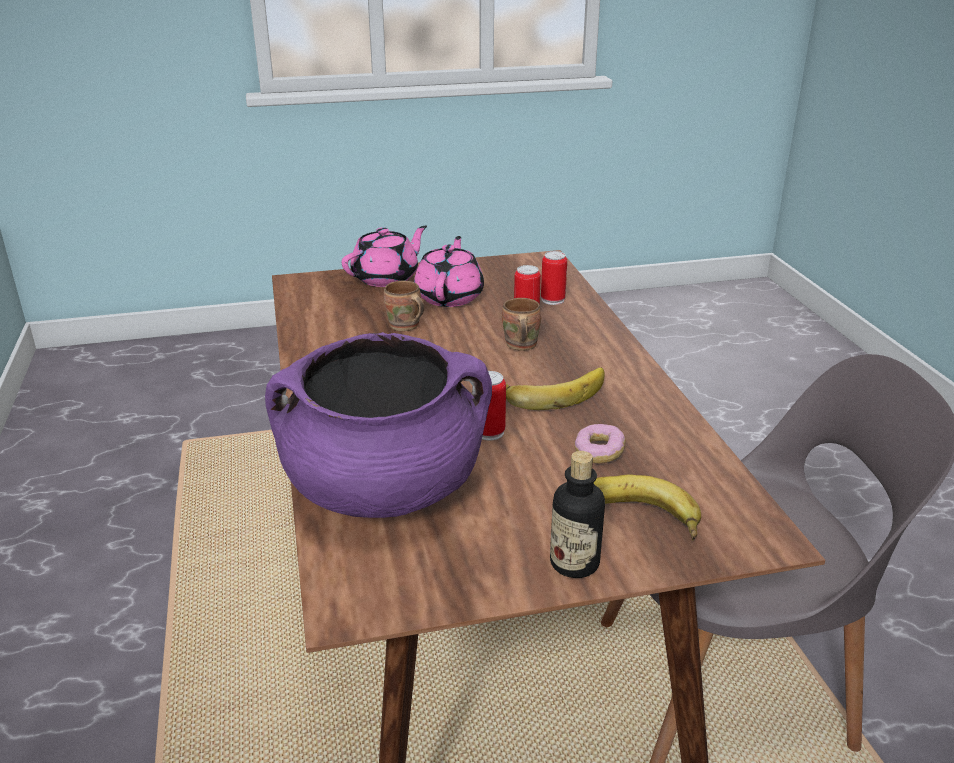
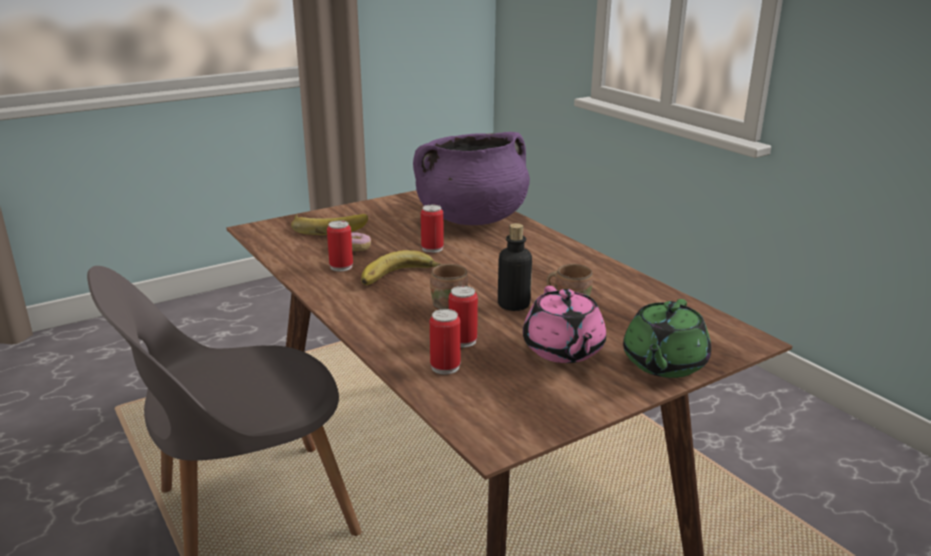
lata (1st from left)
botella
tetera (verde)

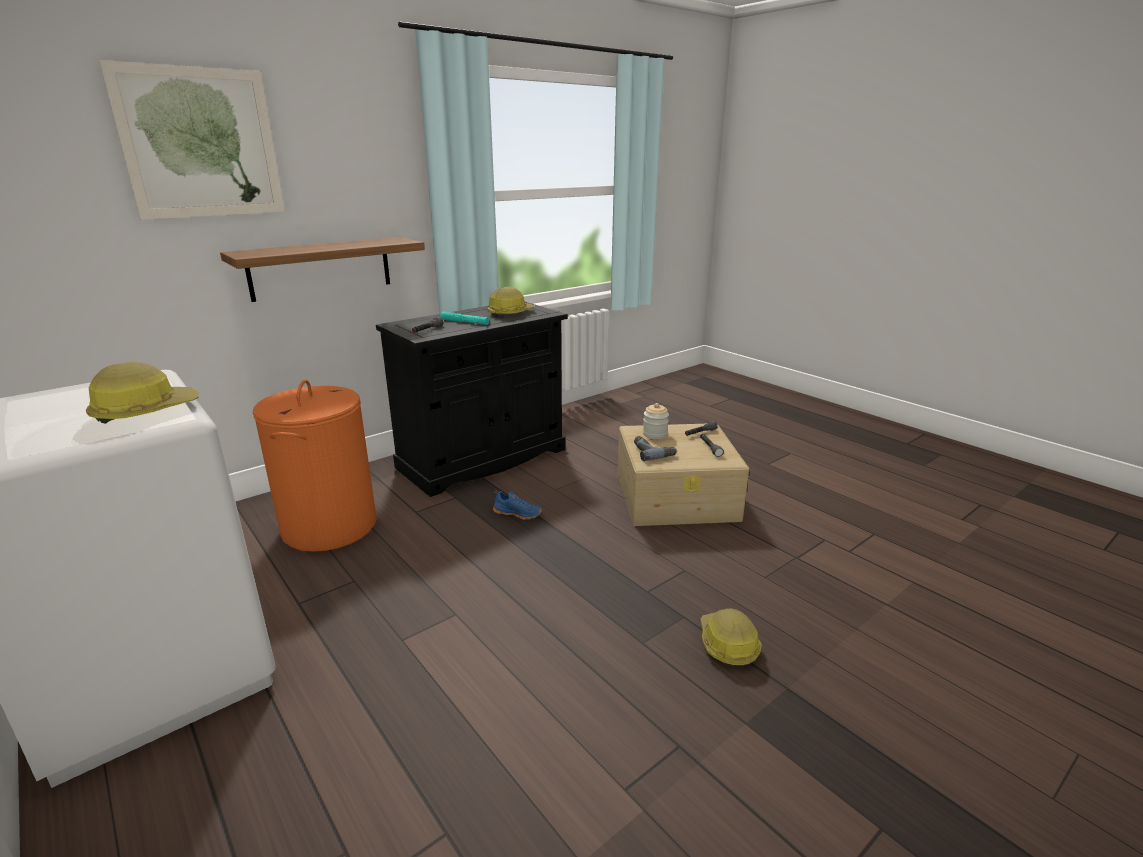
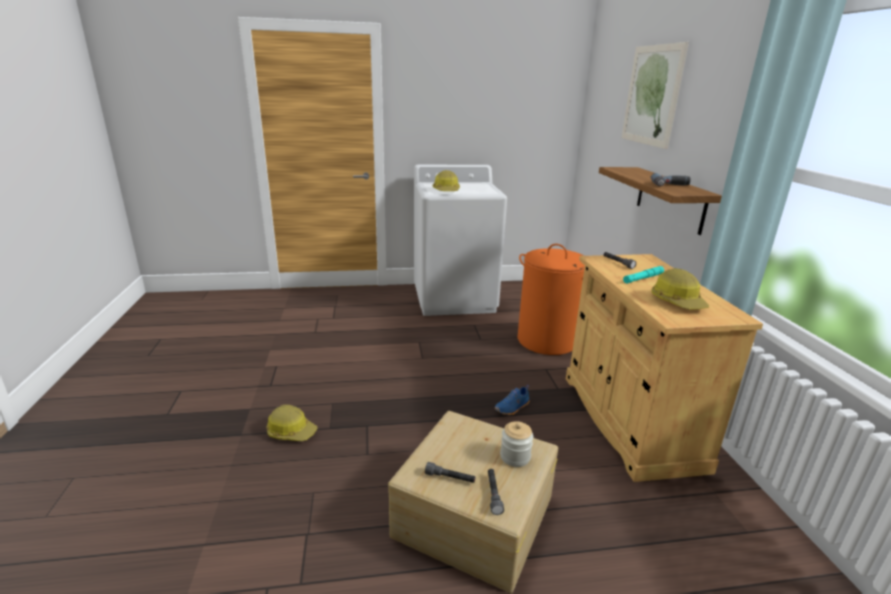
armario (beis)
taladro

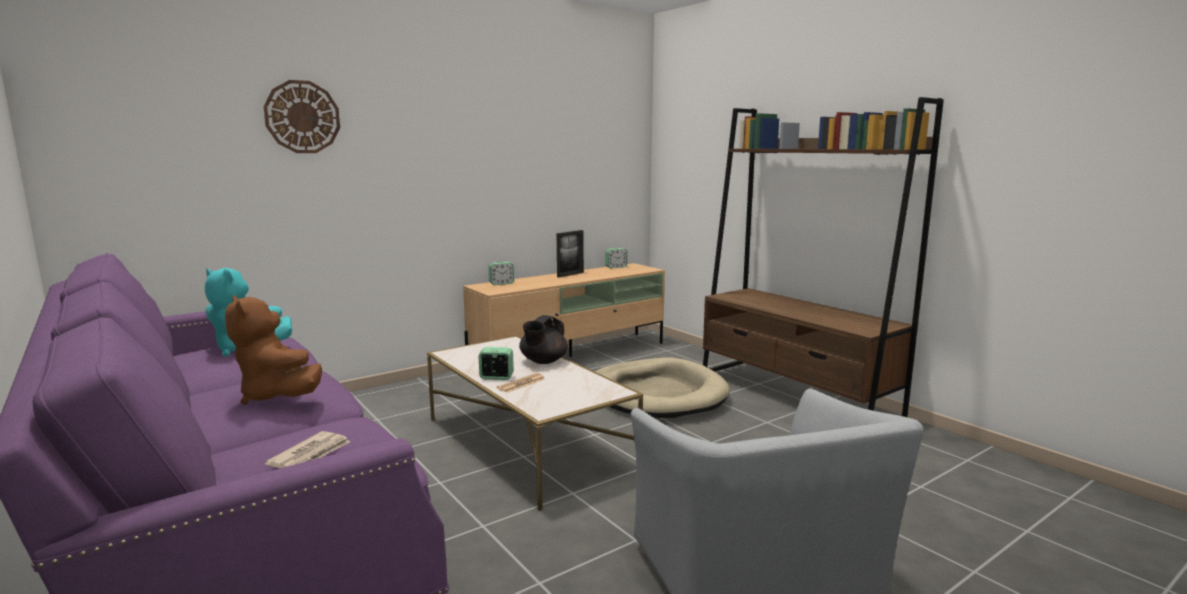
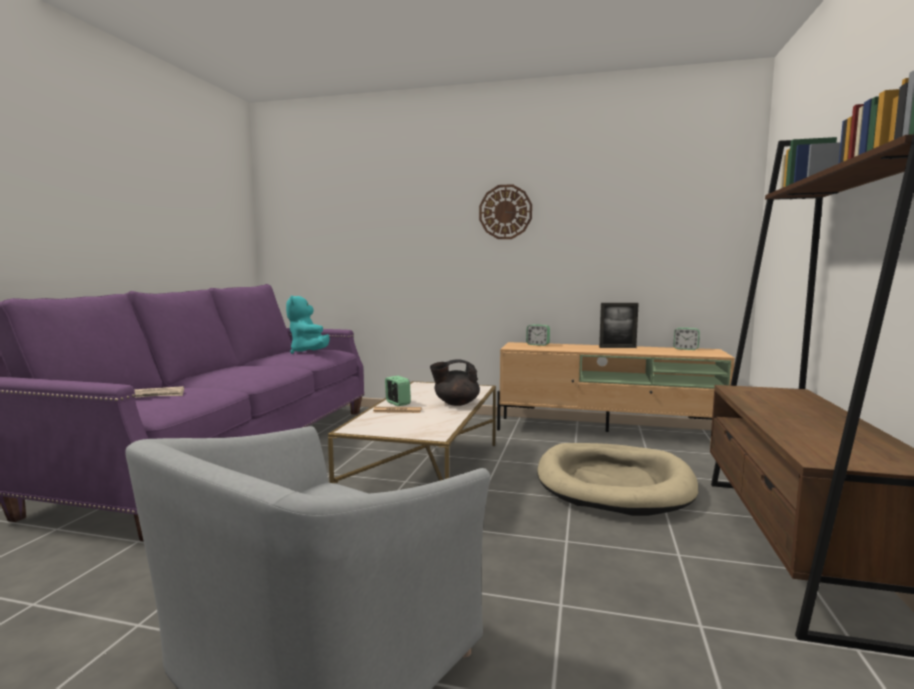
reloj de pared
peluche (marrón)

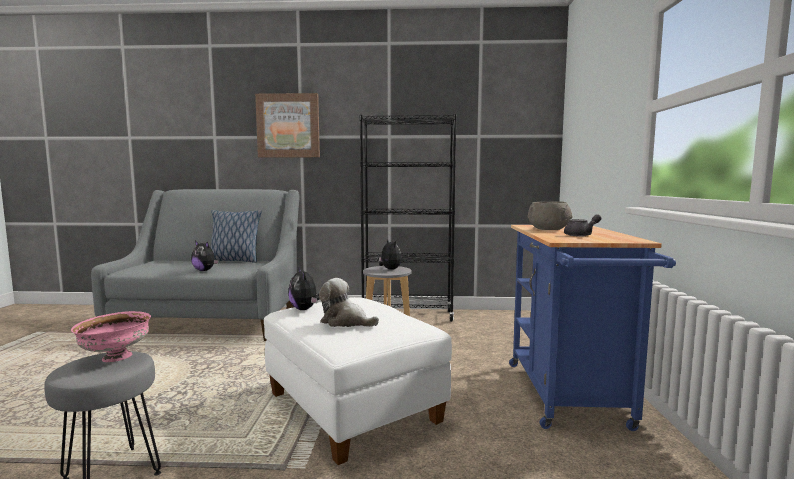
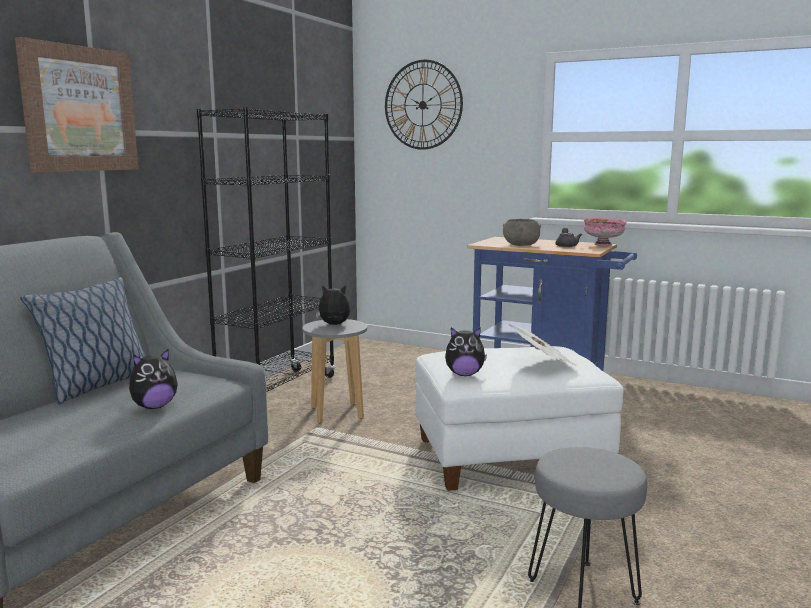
reloj de pared
periódico
cuenco (rosa)

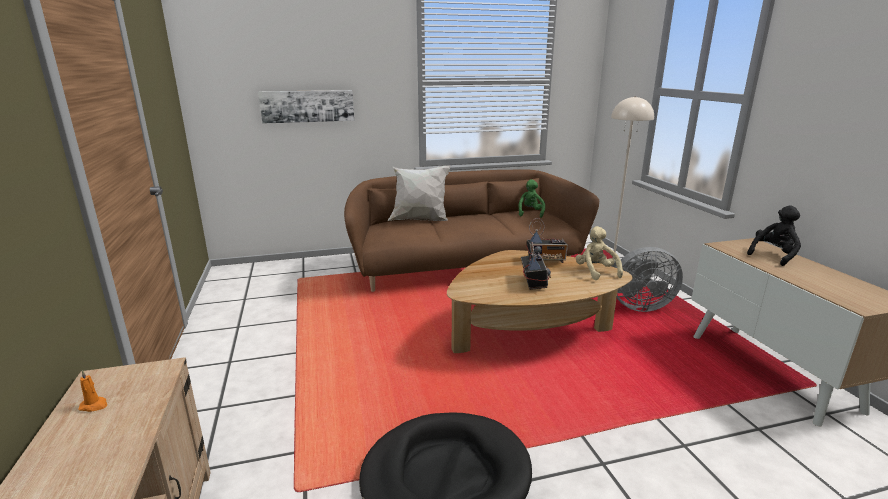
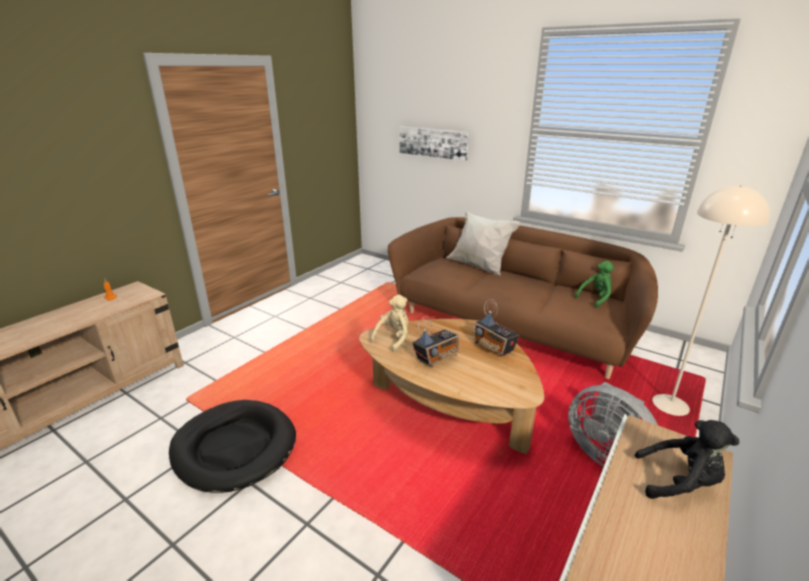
peluche (beis)

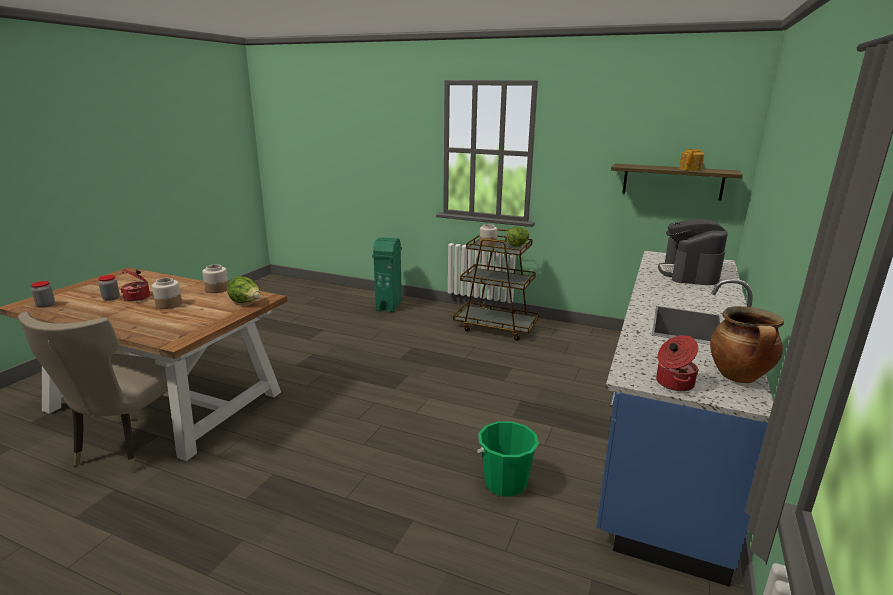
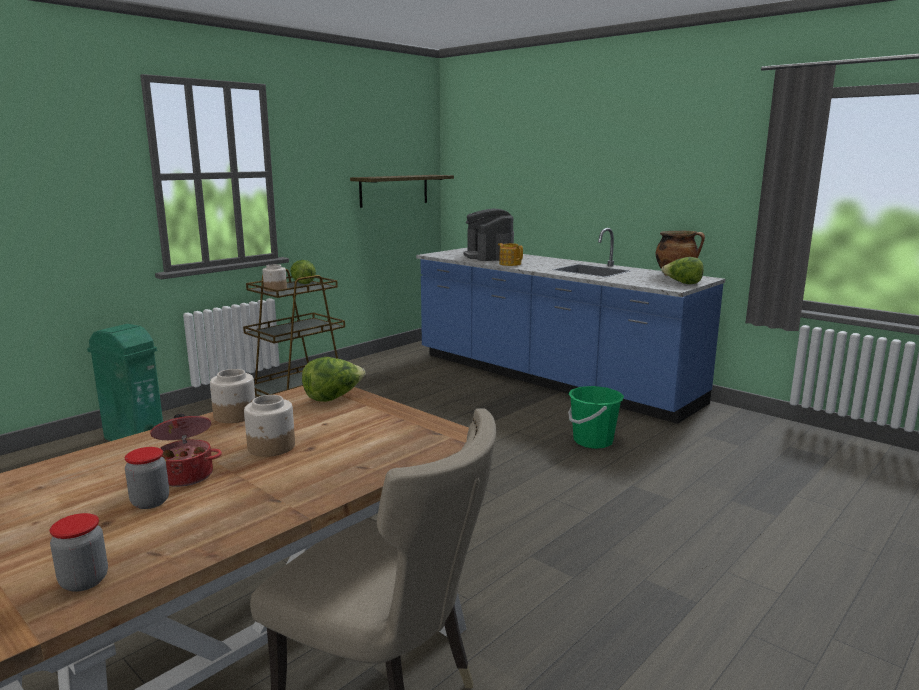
cafetera
tetera
lechuga (3rd from left)

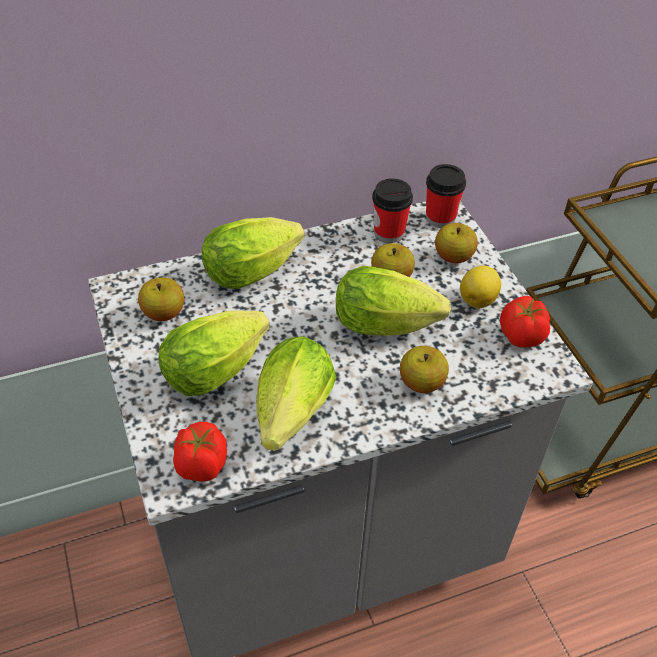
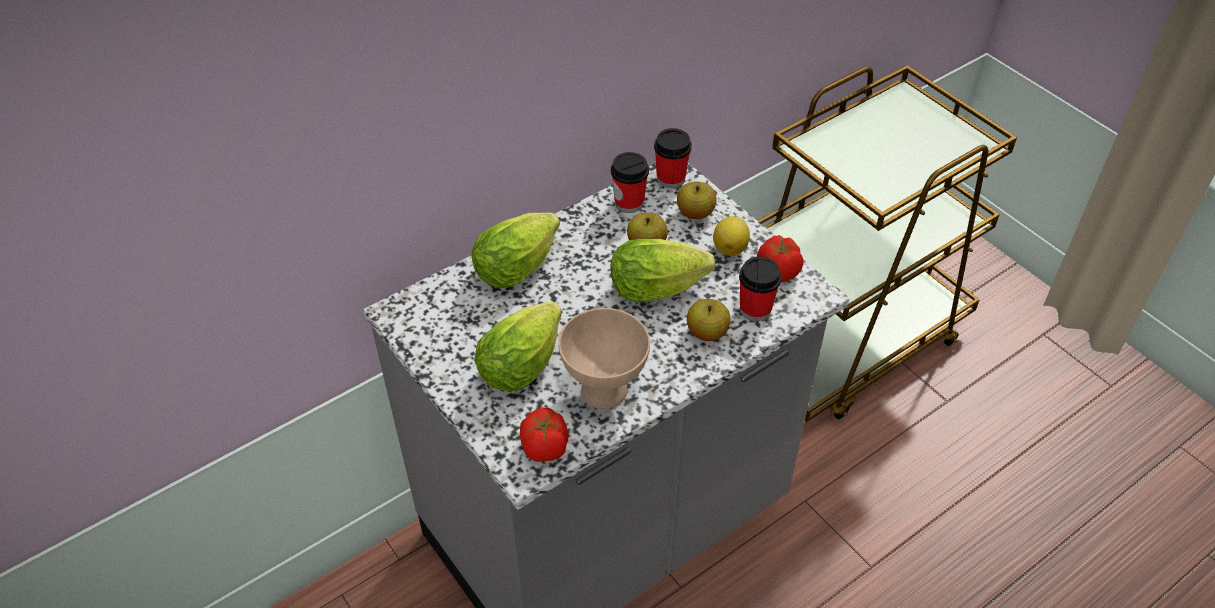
cuenco (beis)
taza (3rd from left)
manzana (1st from left in the first image)

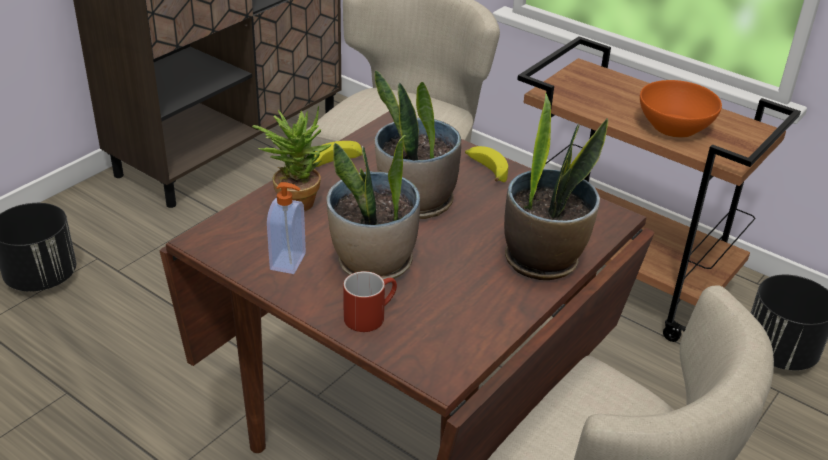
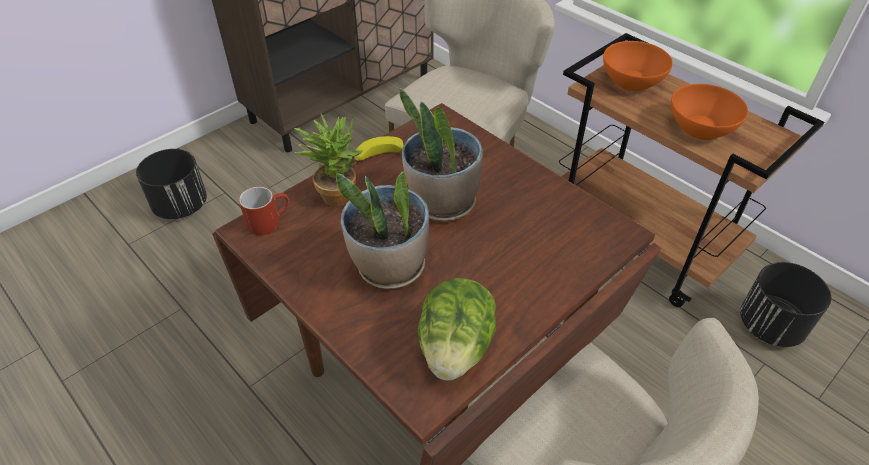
taza grande (rojo)
lechuga
cuenco (naranja) (1st from left)
dispensador de jabón
plátano (2nd from left in the first image)
planta en maceta (4th from left in the first image)

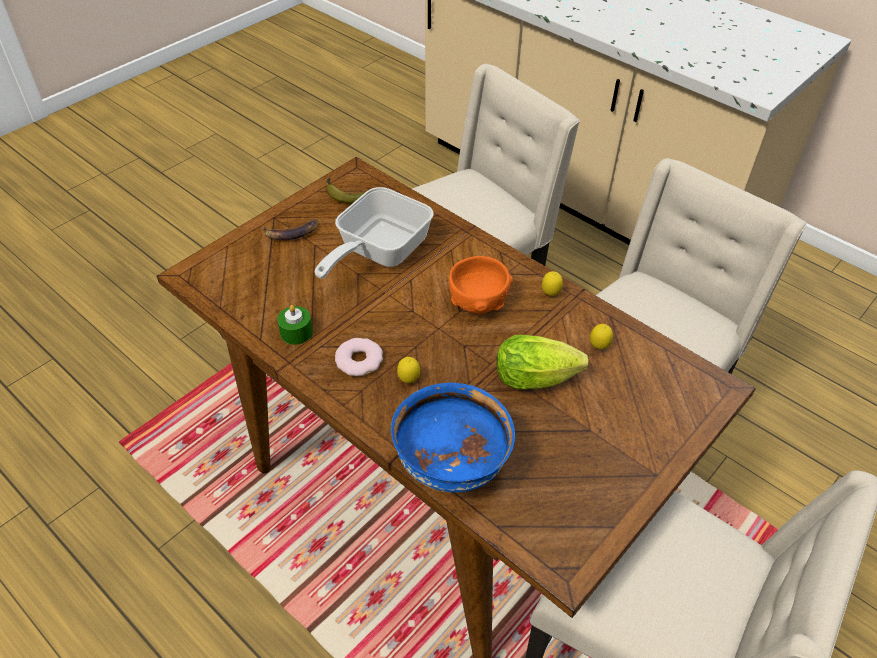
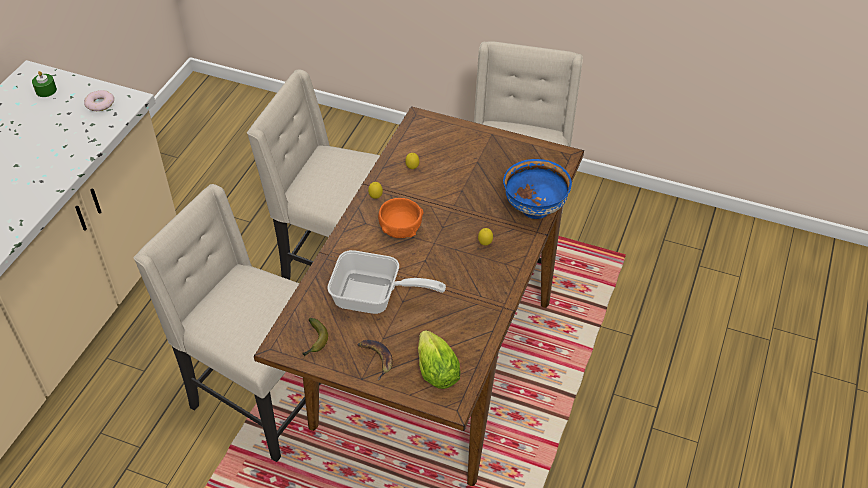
vela (verde)
rosquilla
lechuga

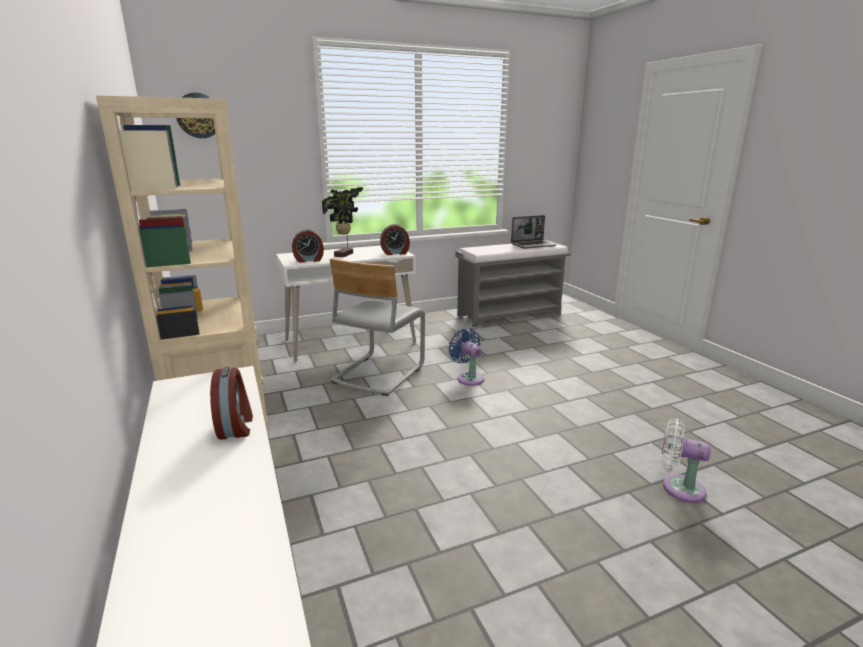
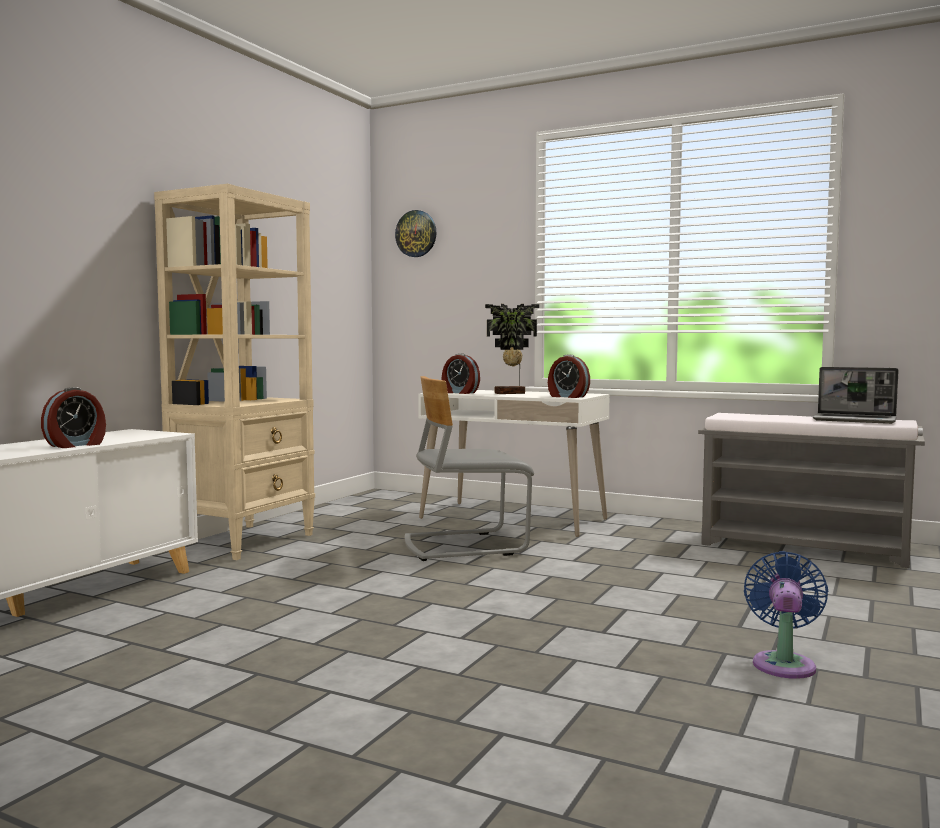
ventilador (azul)
ventilador (blanco)

